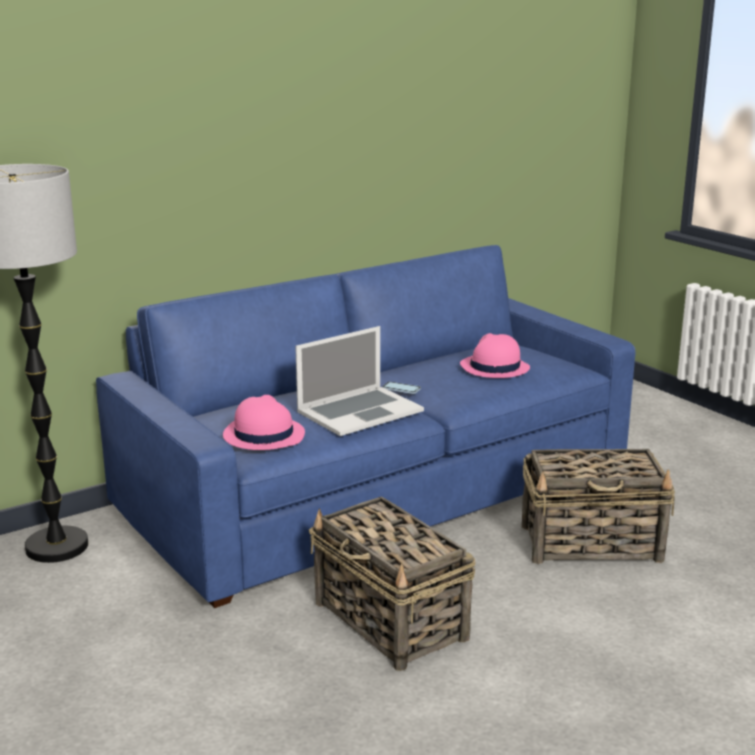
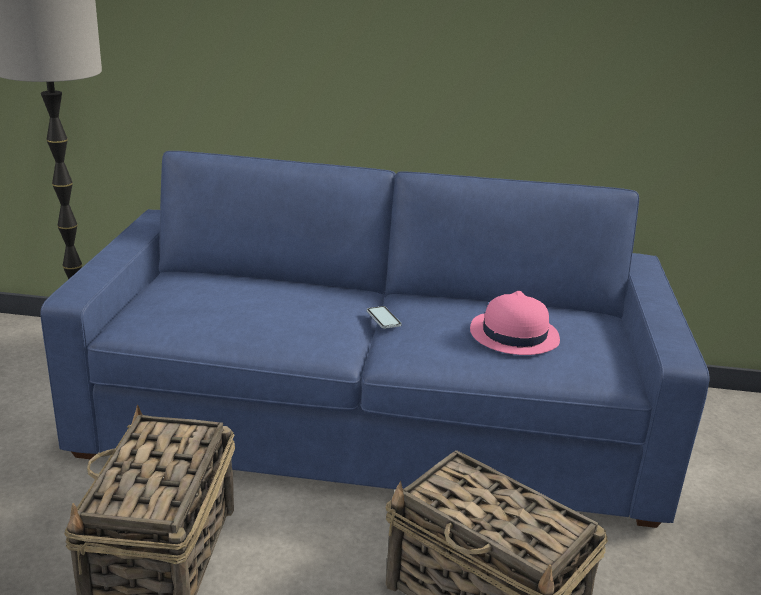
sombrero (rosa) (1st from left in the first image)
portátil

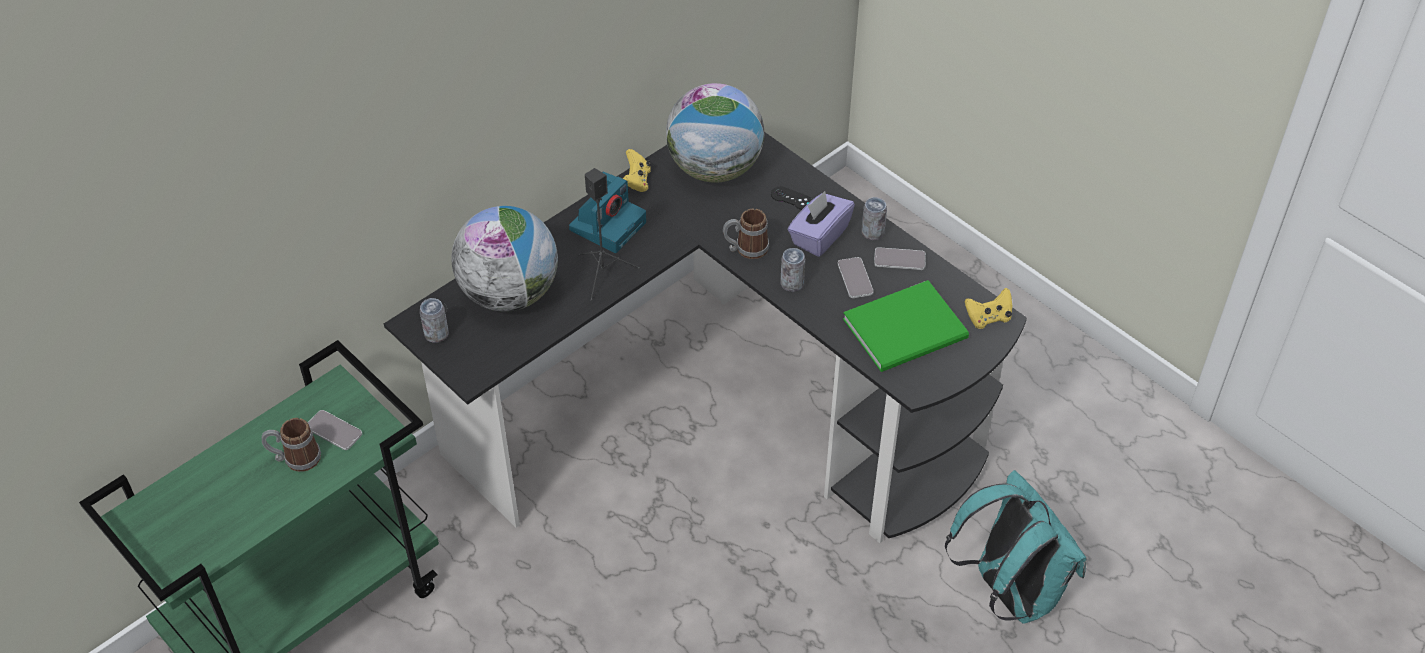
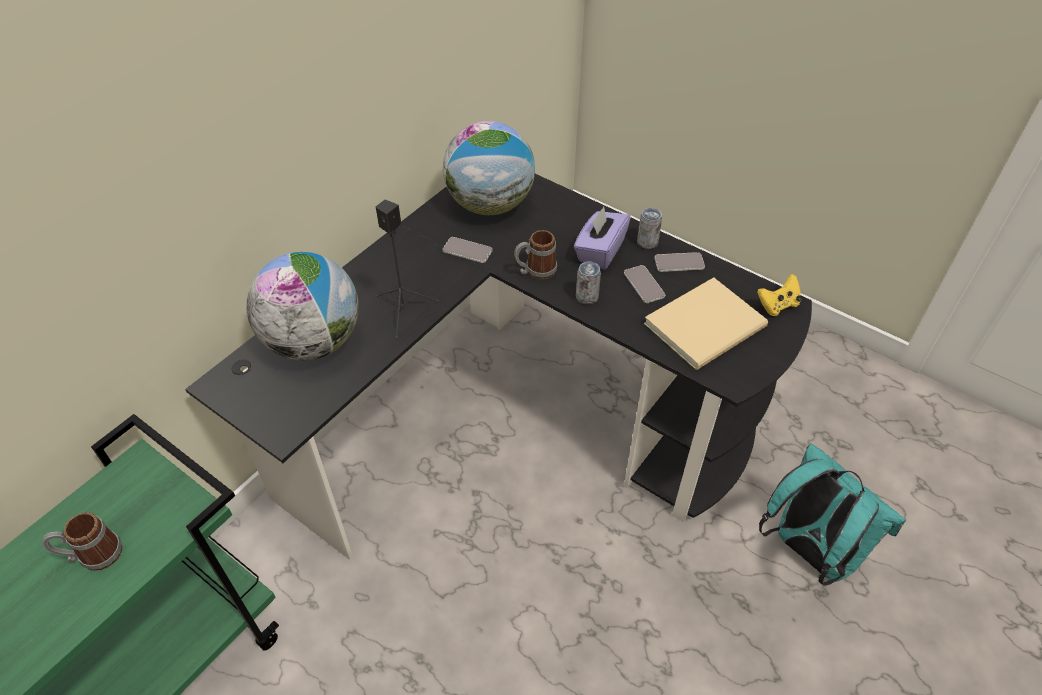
móvil (1st from left)
libro (beis)
lata (1st from left in the first image)
cámara
mando de consola (amarillo) (1st from left in the first image)
mando de consola (negro)

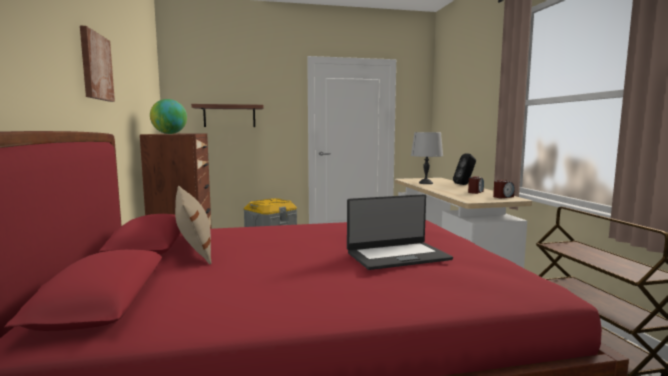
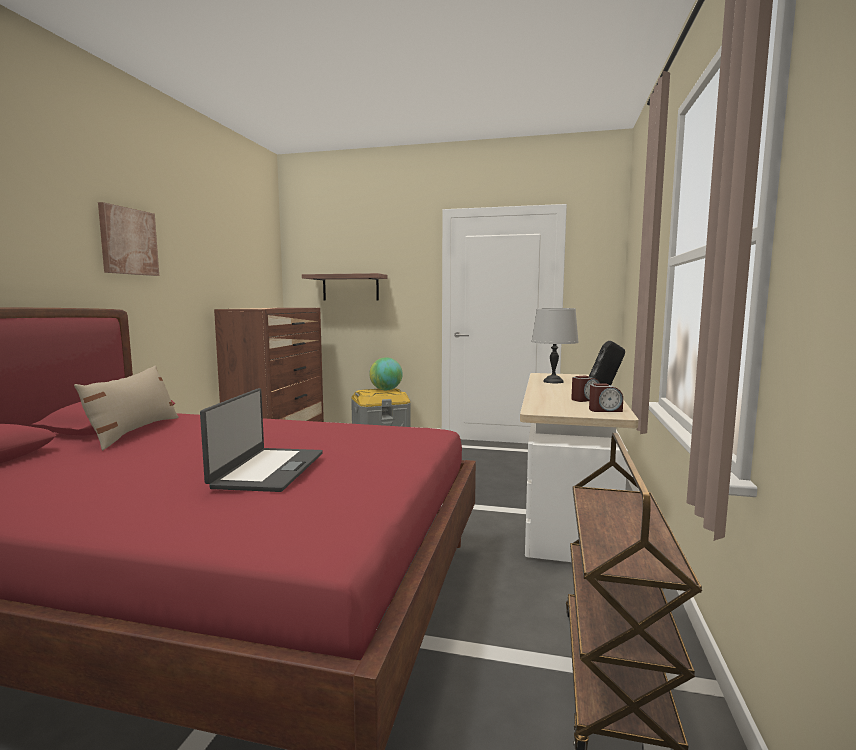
portátil
globo terráqueo

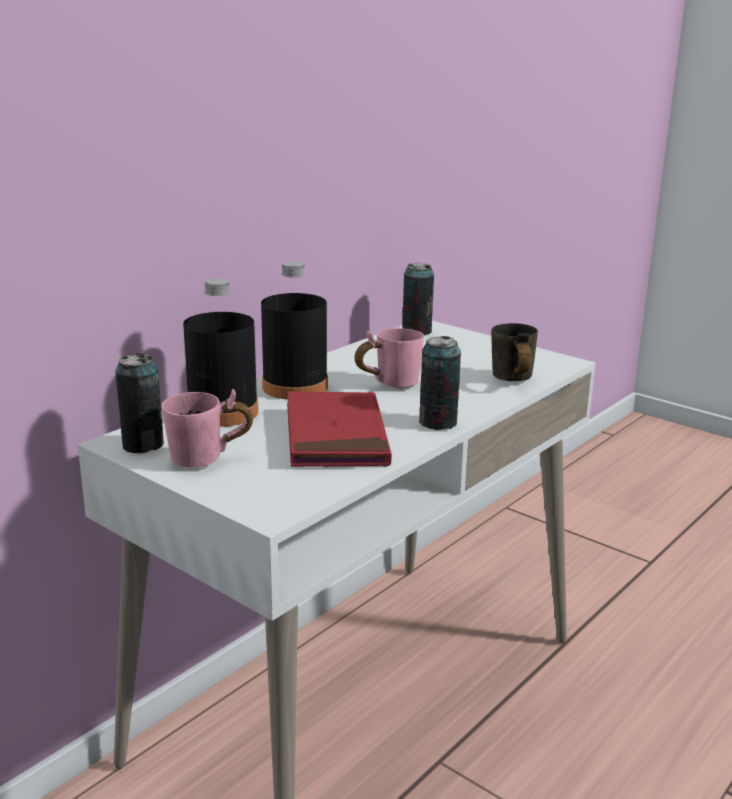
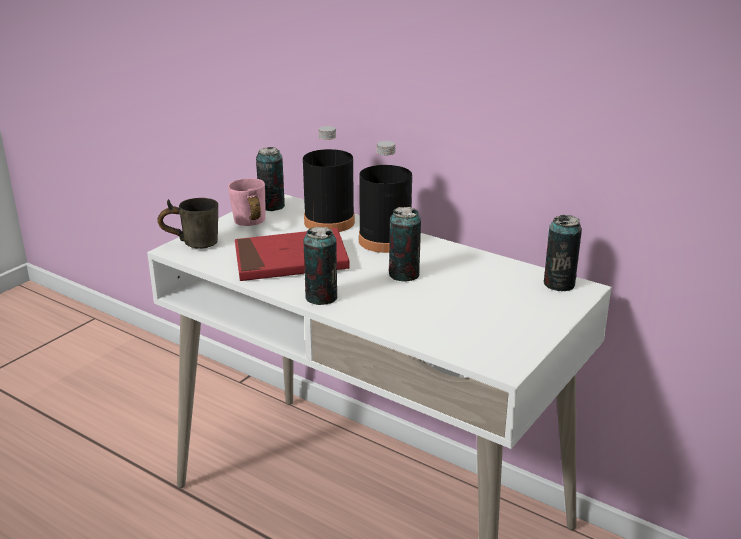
taza grande (gris)
lata (3rd from left)

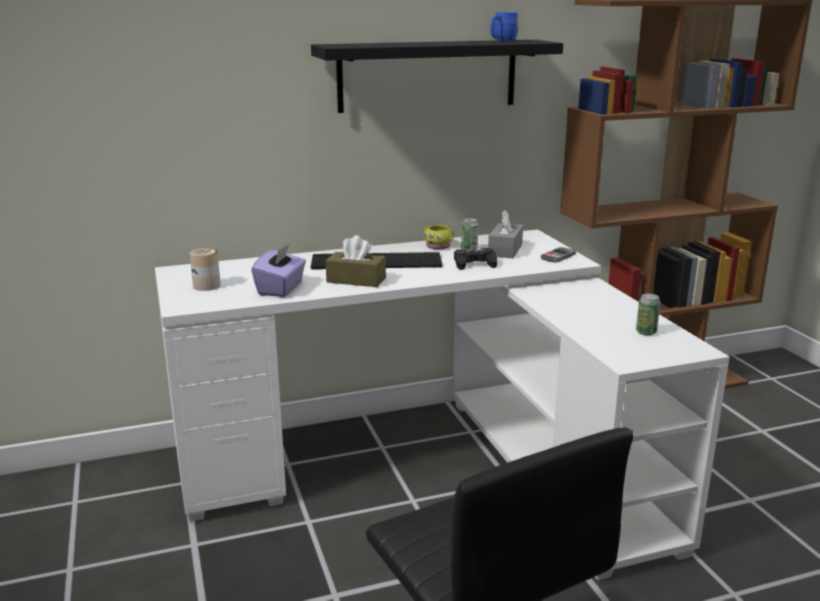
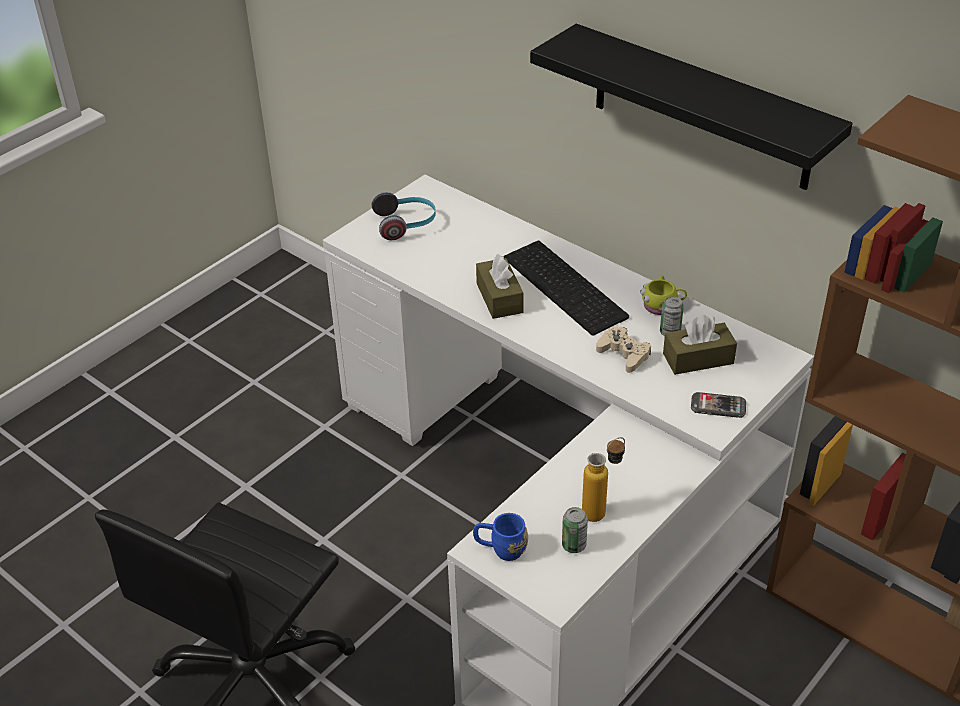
auriculares
taza grande (azul)
botella
mando de consola (beis)
caja de pañuelos (marrón) (2nd from left)
caja de pañuelos (morado)

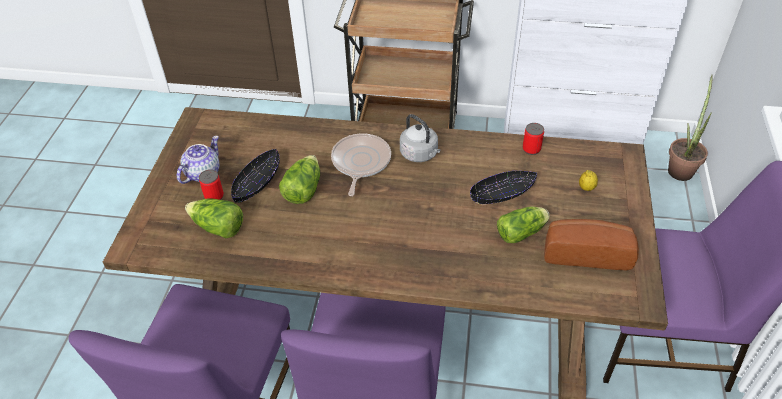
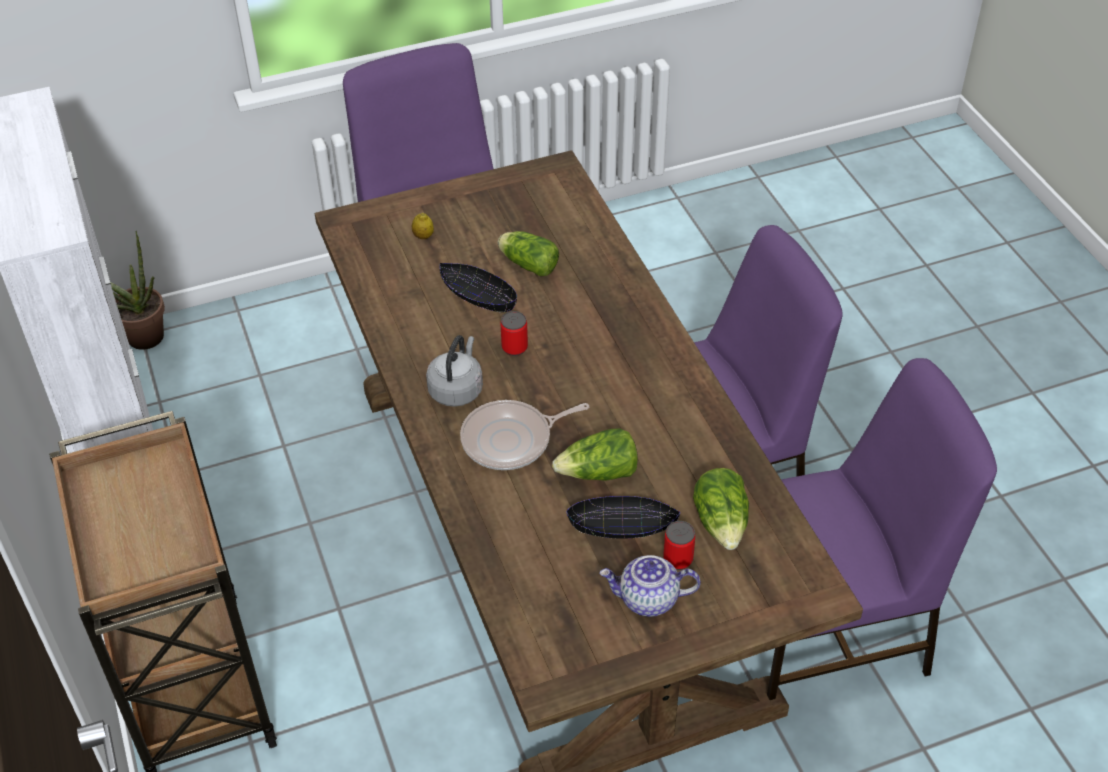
lata (1st from left)
pan

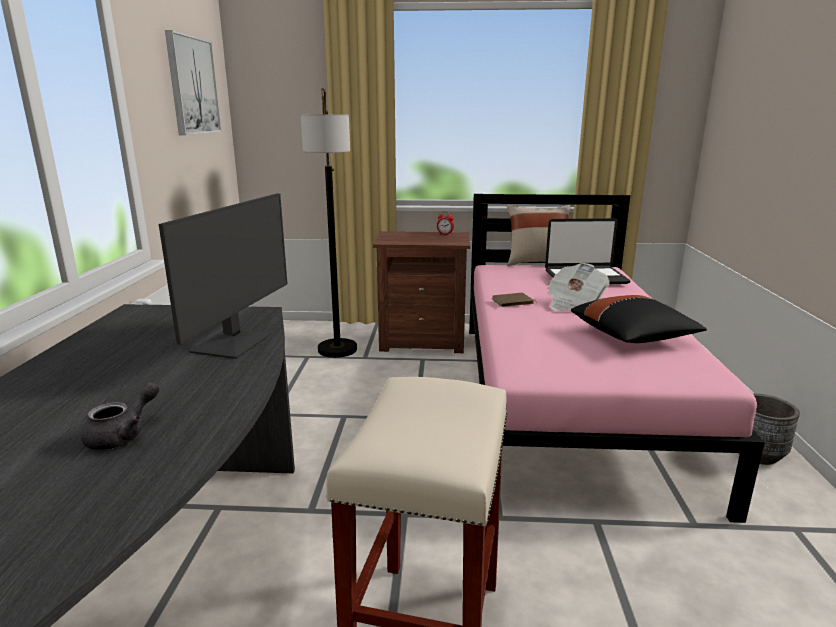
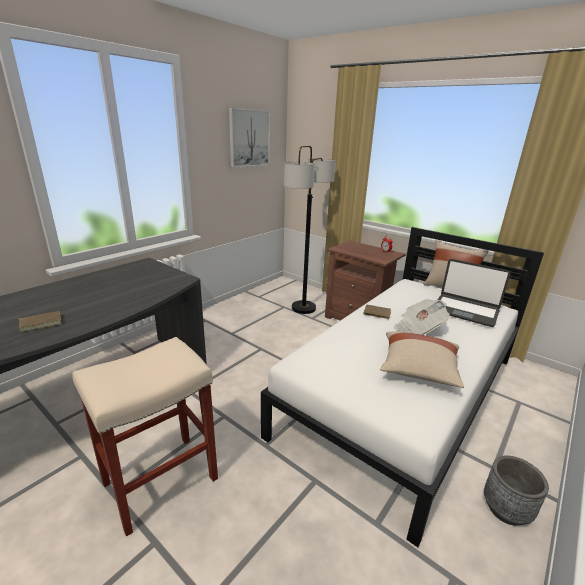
libro (marrón) (1st from left)
cama (blanco)
cojín (beis) (1st from left)
monitor

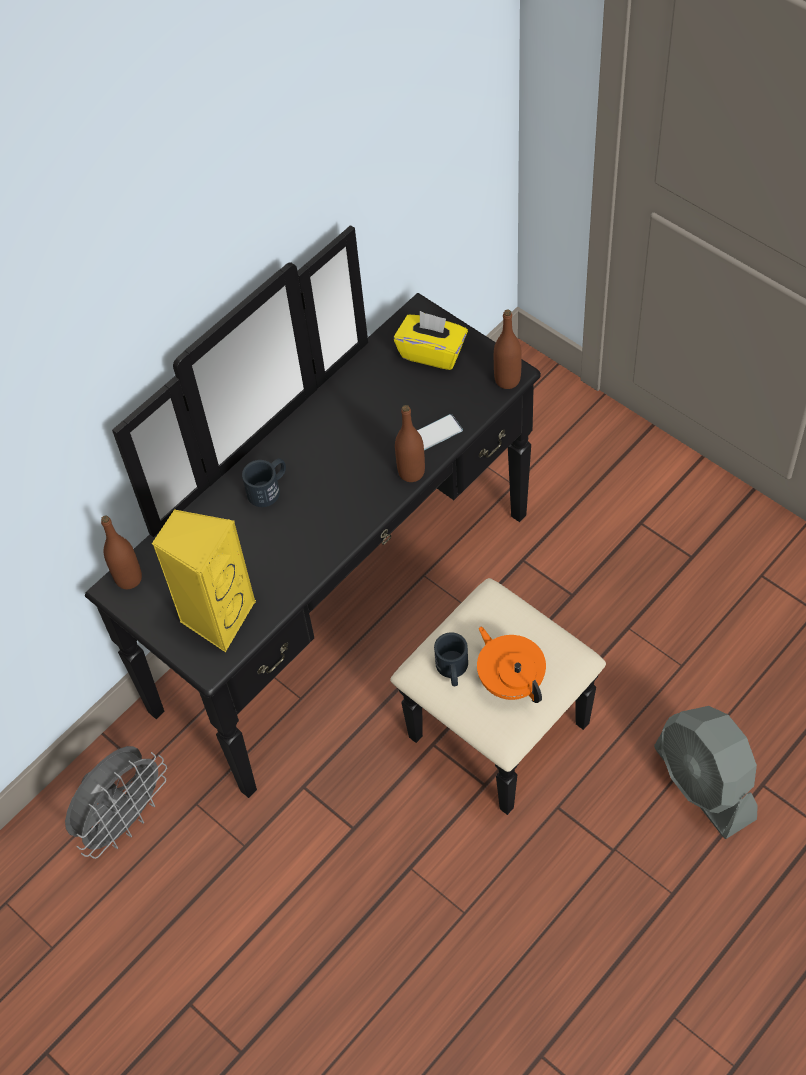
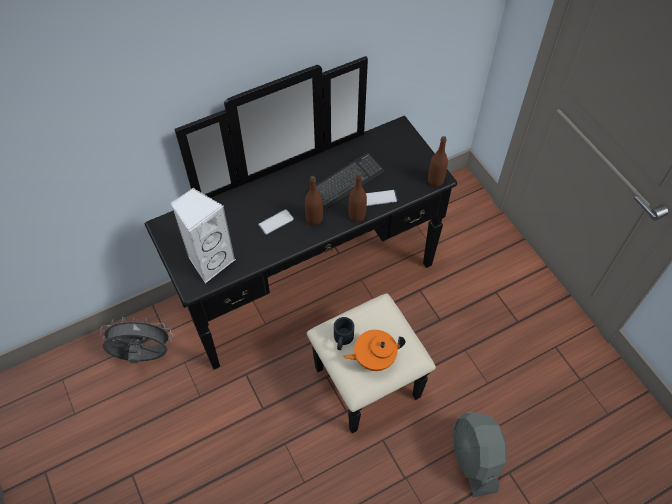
ventilador (gris) (1st from left)
altavoz (blanco)
móvil (1st from left)
botella (marrón) (1st from left)
teclado
tetera (naranja)
taza grande (negro) (1st from left in the first image)
caja de pañuelos (amarillo)

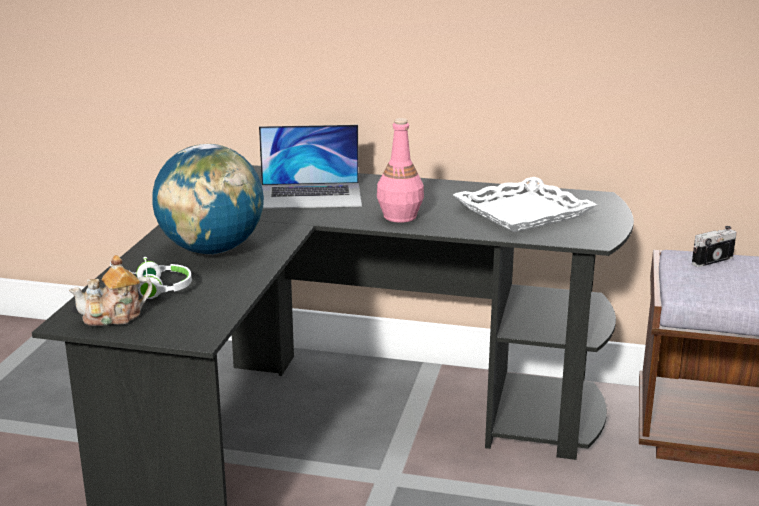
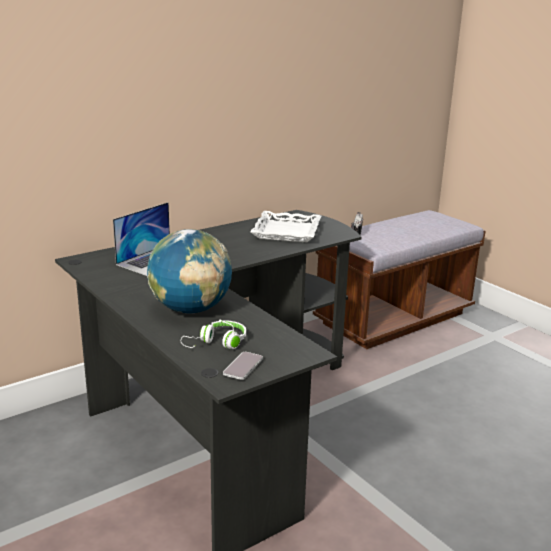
móvil
botella (rosa)

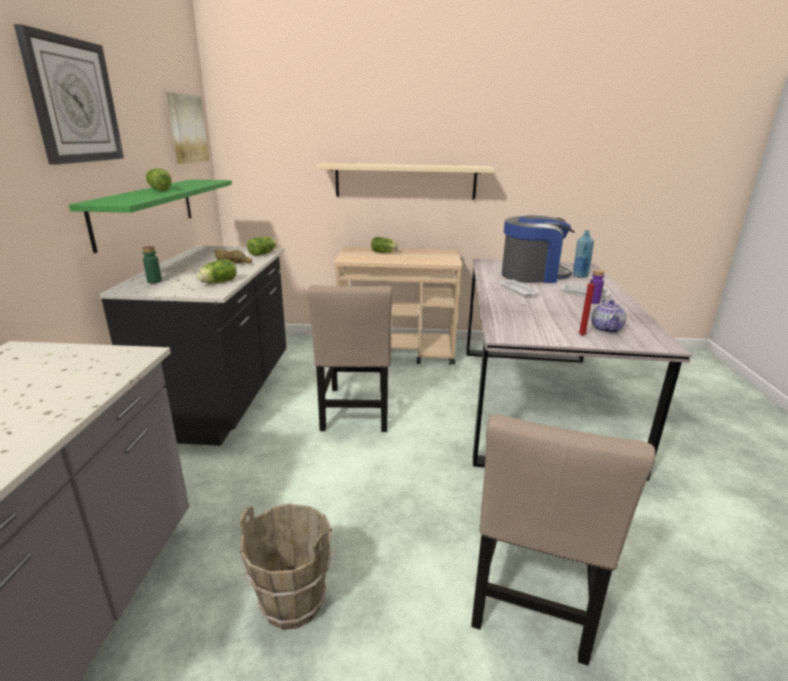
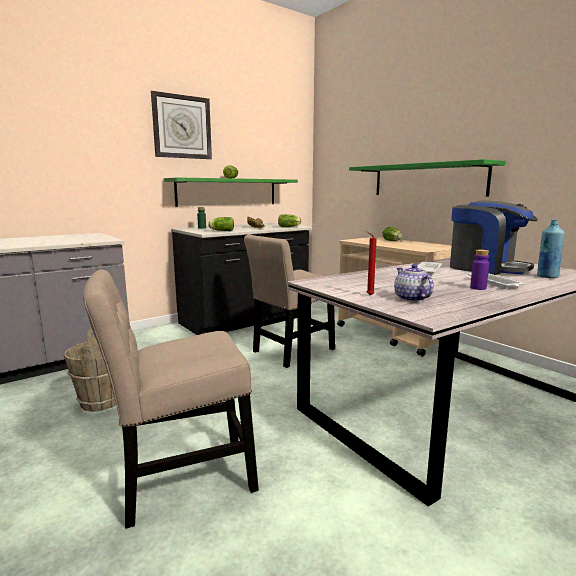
estante (verde) (2nd from left)
tetera
cuadro

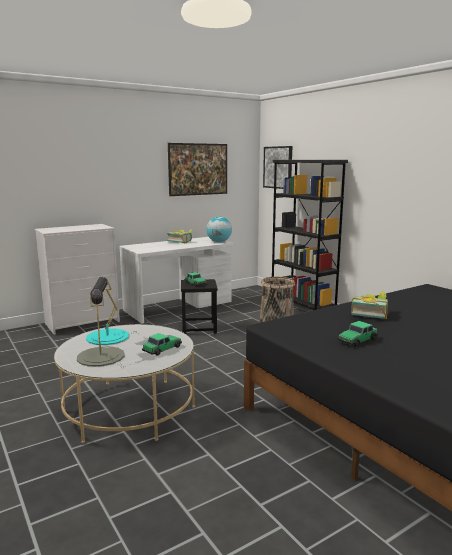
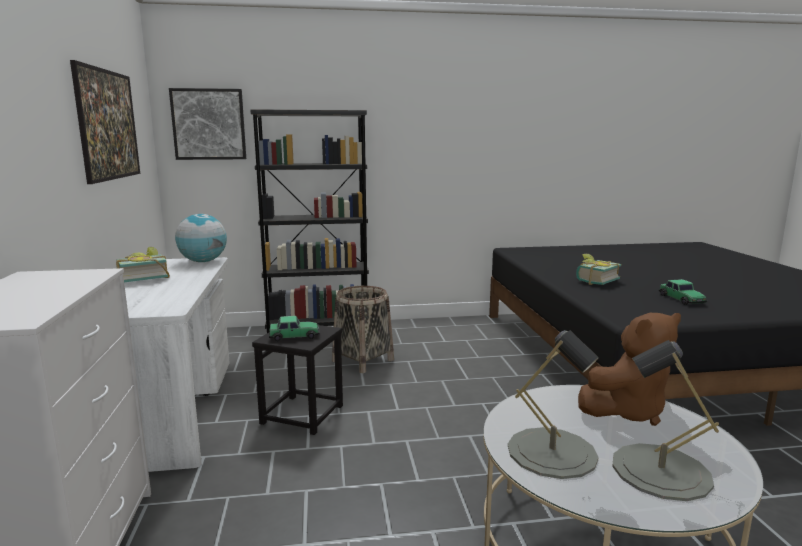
lámpara de mesa (gris) (1st from left)
peluche (marrón)

